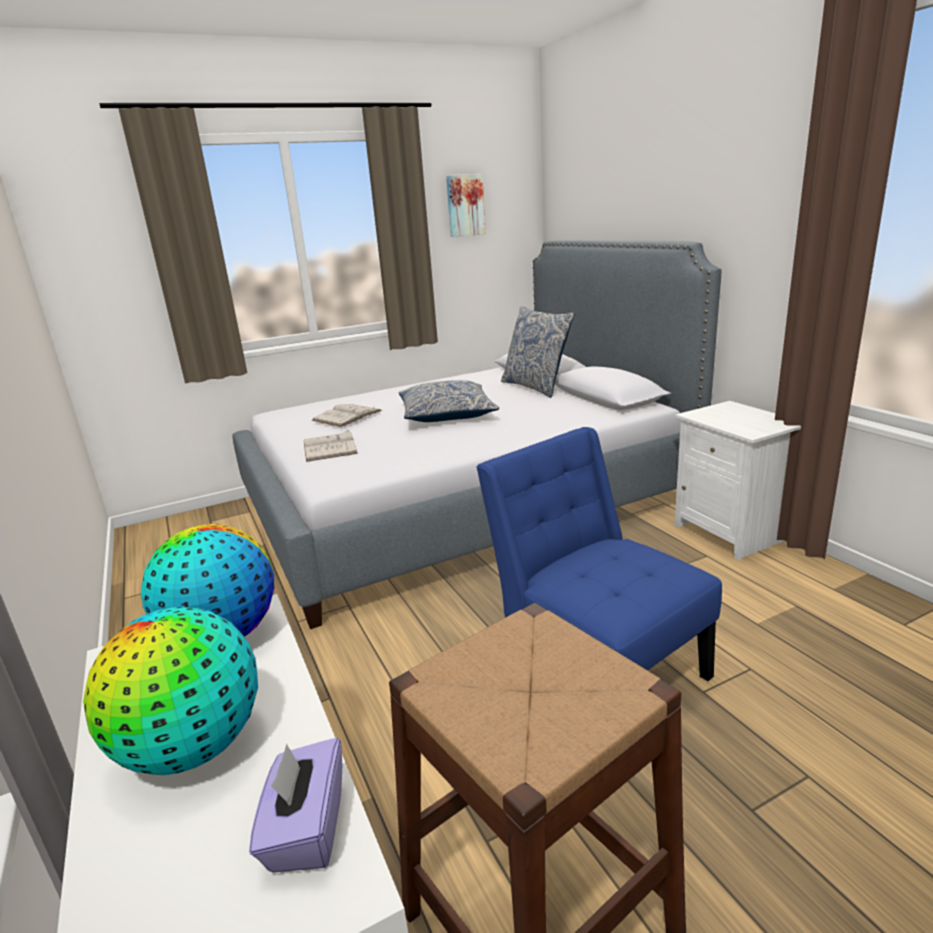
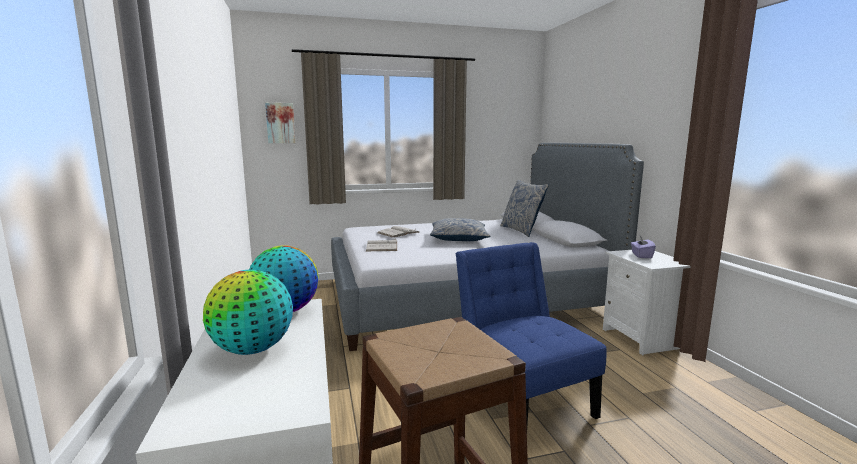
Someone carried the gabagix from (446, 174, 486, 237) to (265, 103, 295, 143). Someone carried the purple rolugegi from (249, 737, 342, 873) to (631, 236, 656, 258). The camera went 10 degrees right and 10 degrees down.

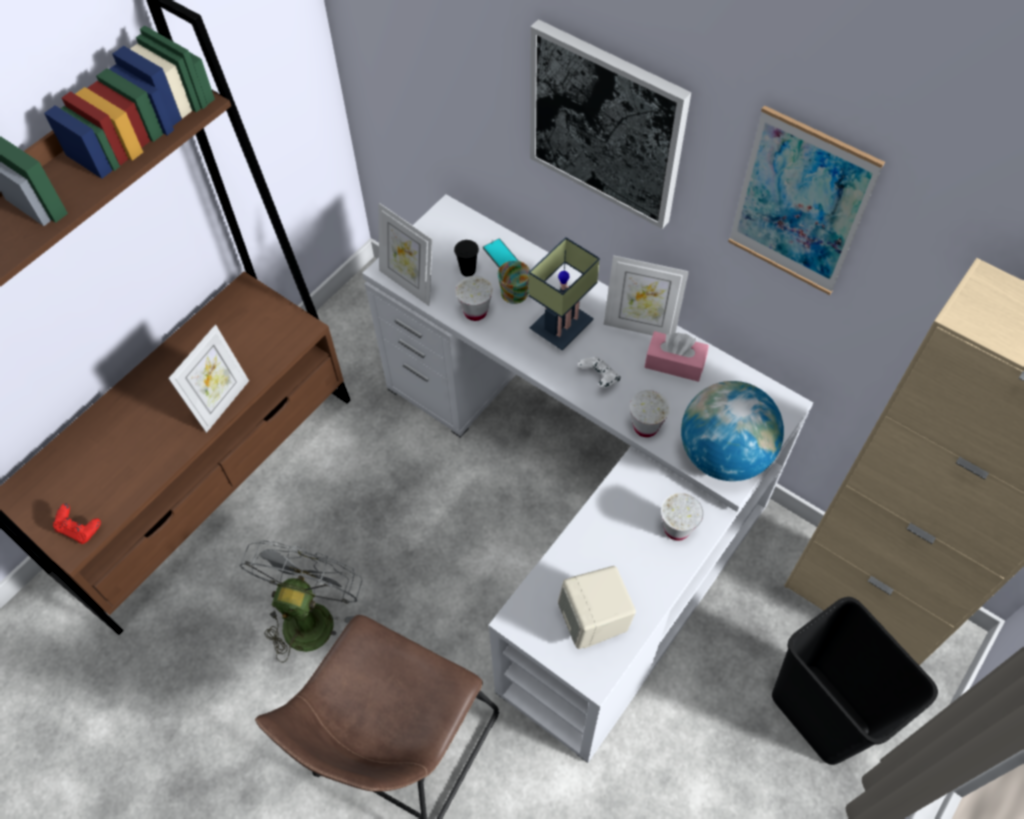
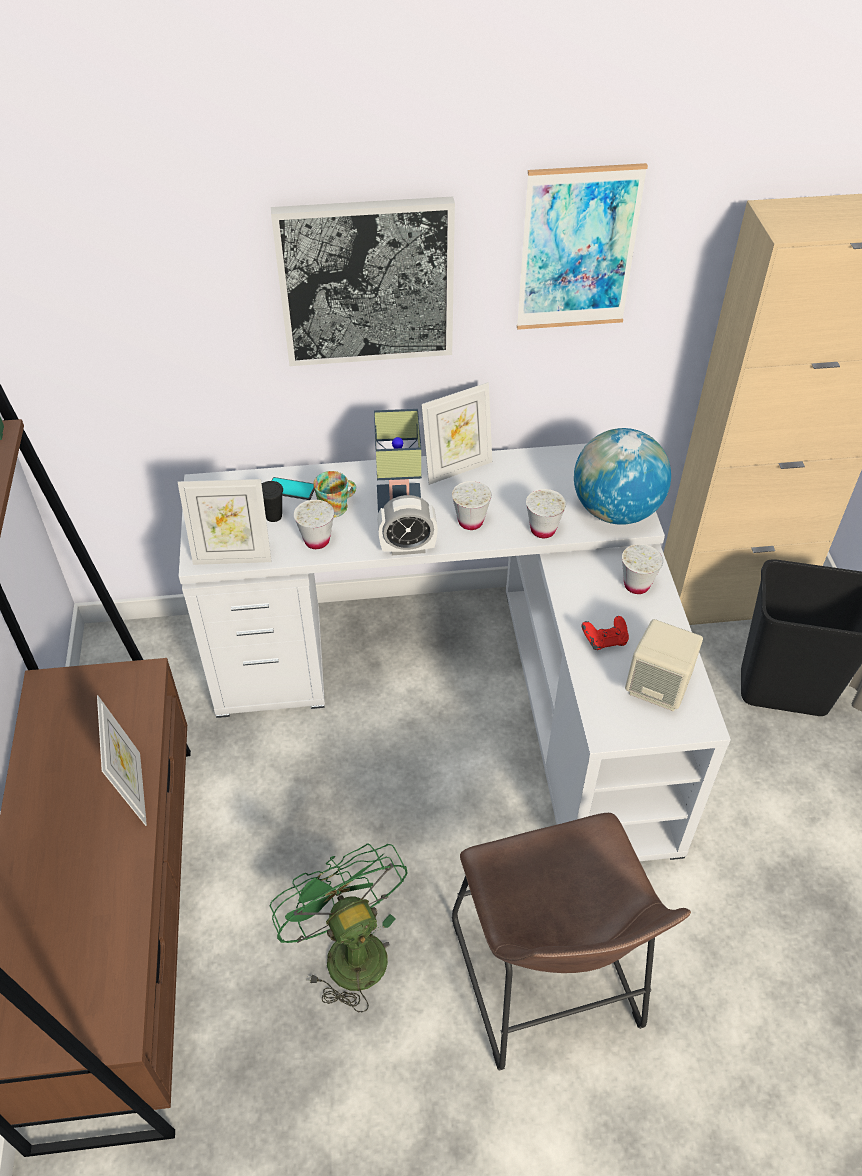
Someone repainted the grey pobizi at (239, 540, 362, 663), which became the green pobizi at (270, 843, 408, 1012). Someone put down the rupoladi at (377, 495, 438, 555). Someone swapped the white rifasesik at (578, 356, 620, 388) for the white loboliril at (452, 481, 492, 530). Someone carried the red rifasesik from (53, 503, 101, 544) to (582, 616, 629, 650). Someone took away the pink rolugegi at (645, 331, 709, 382). The camera went 45 degrees left and 10 degrees down.

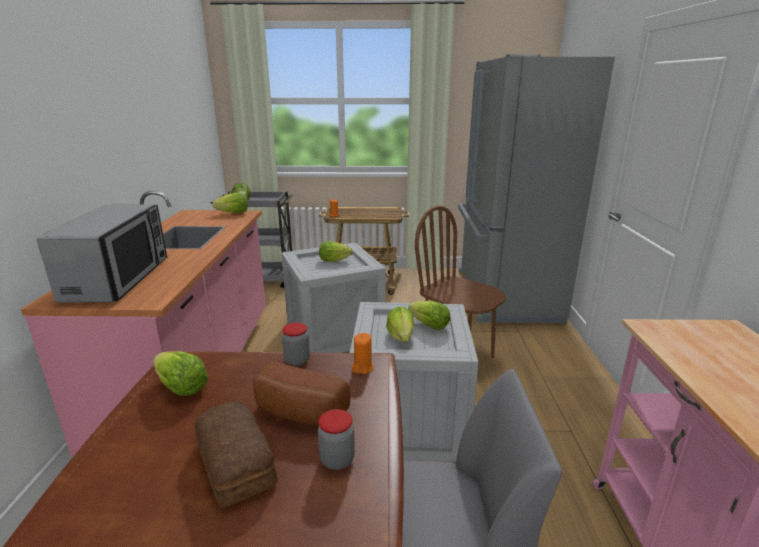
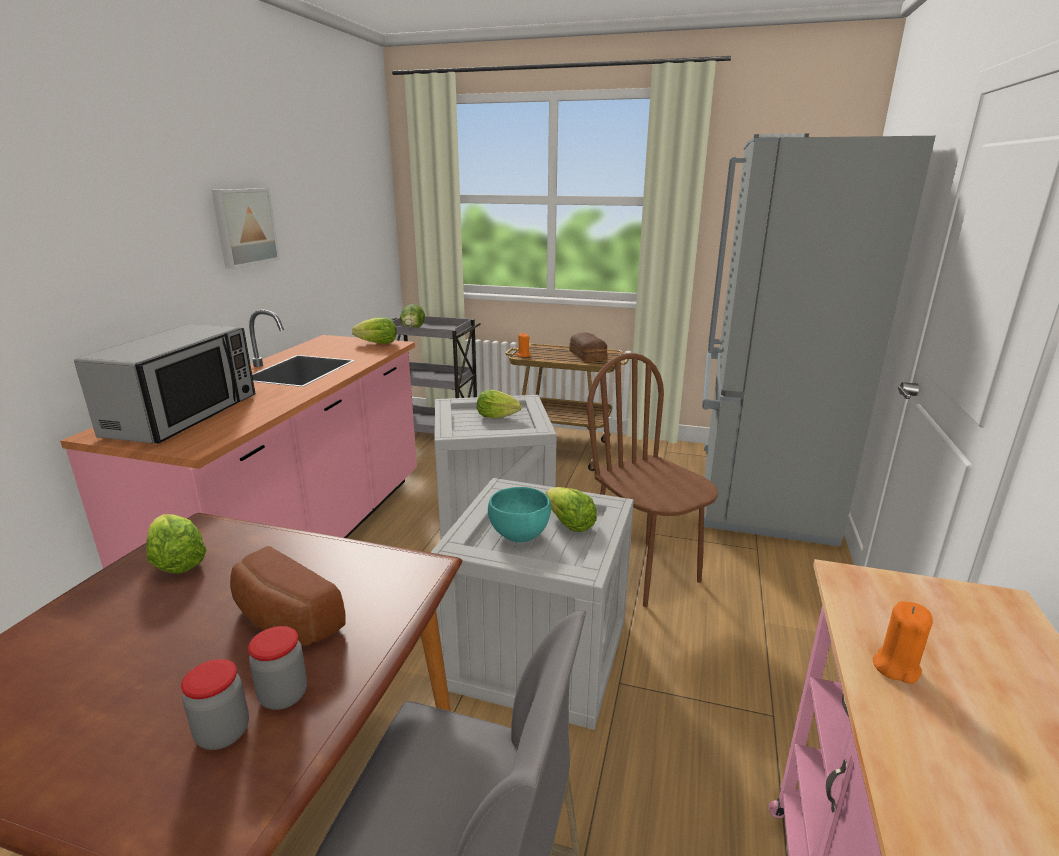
Someone carried the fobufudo from (282, 323, 310, 366) to (181, 659, 249, 750). Someone put up the gabagix at (211, 188, 280, 269). Someone swapped the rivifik at (386, 307, 414, 342) for the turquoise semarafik at (488, 487, 551, 542). Someone carried the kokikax from (195, 402, 278, 508) to (569, 332, 607, 362). Someone carried the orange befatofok from (352, 333, 374, 374) to (873, 601, 933, 684). The camera went 15 degrees right and 0 degrees up.

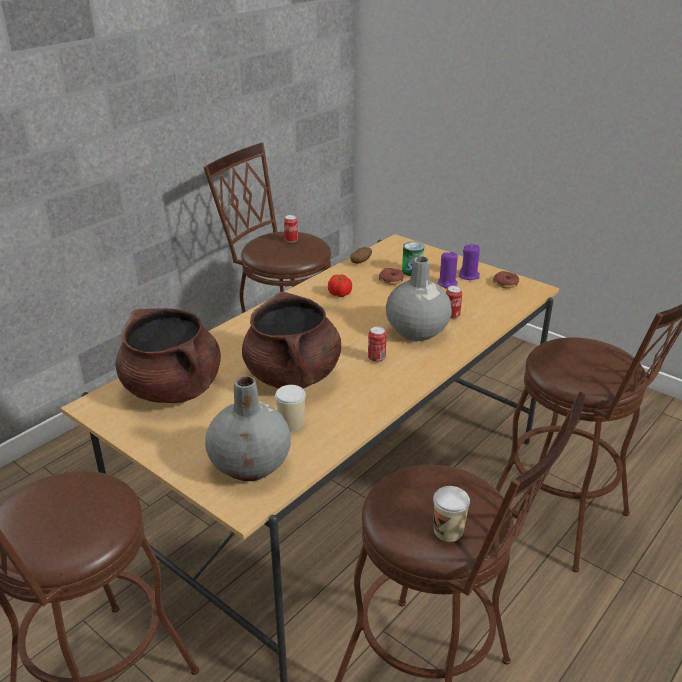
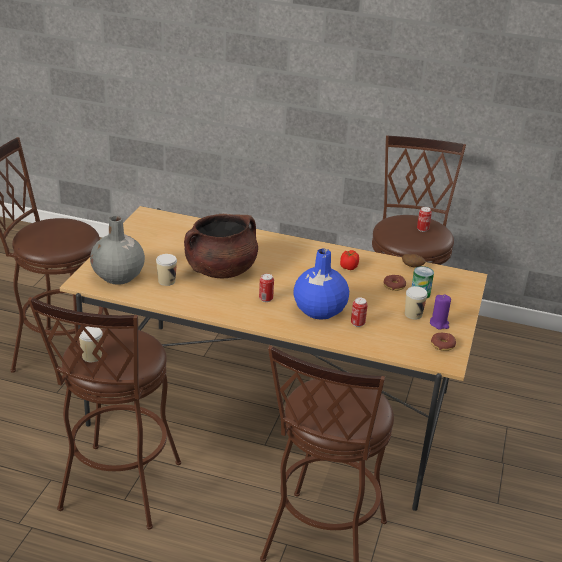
Someone repainted the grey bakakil at (386, 256, 452, 341), which became the blue bakakil at (293, 249, 349, 319). Someone swapped the purple befatofok at (438, 251, 458, 289) for the loboliril at (405, 286, 428, 319). Someone took away the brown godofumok at (116, 308, 221, 403). The camera went 65 degrees right and 0 degrees up.

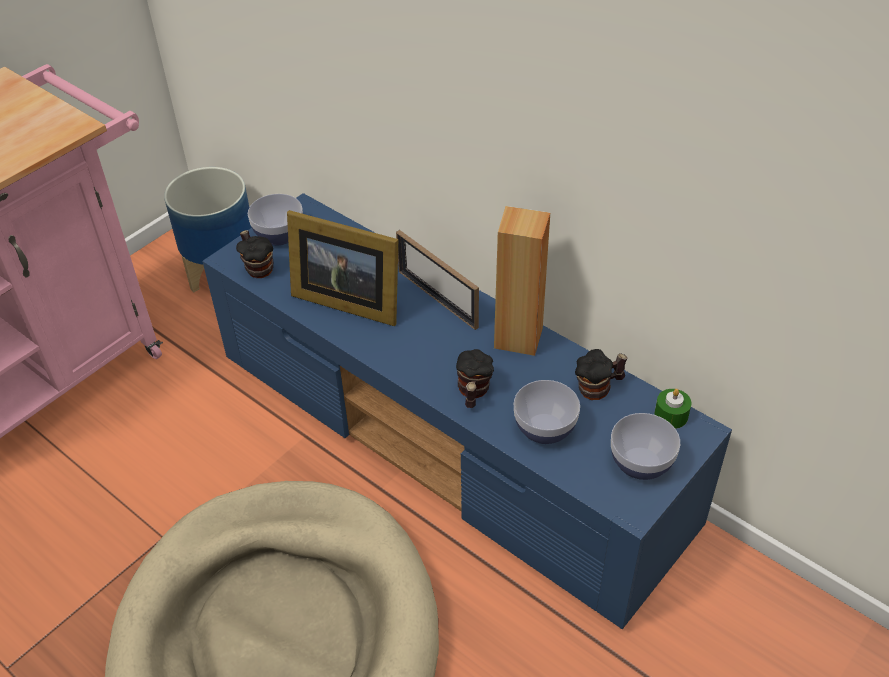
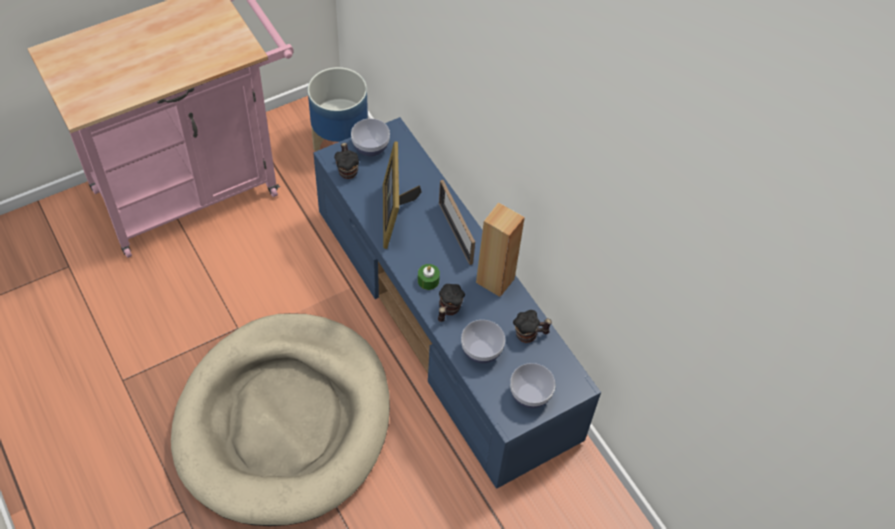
Someone rotated the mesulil at (287, 210, 398, 326) by 45 degrees clockwise. Someone carried the green befatofok from (654, 389, 691, 429) to (418, 264, 440, 290). The camera went 15 degrees right and 10 degrees up.

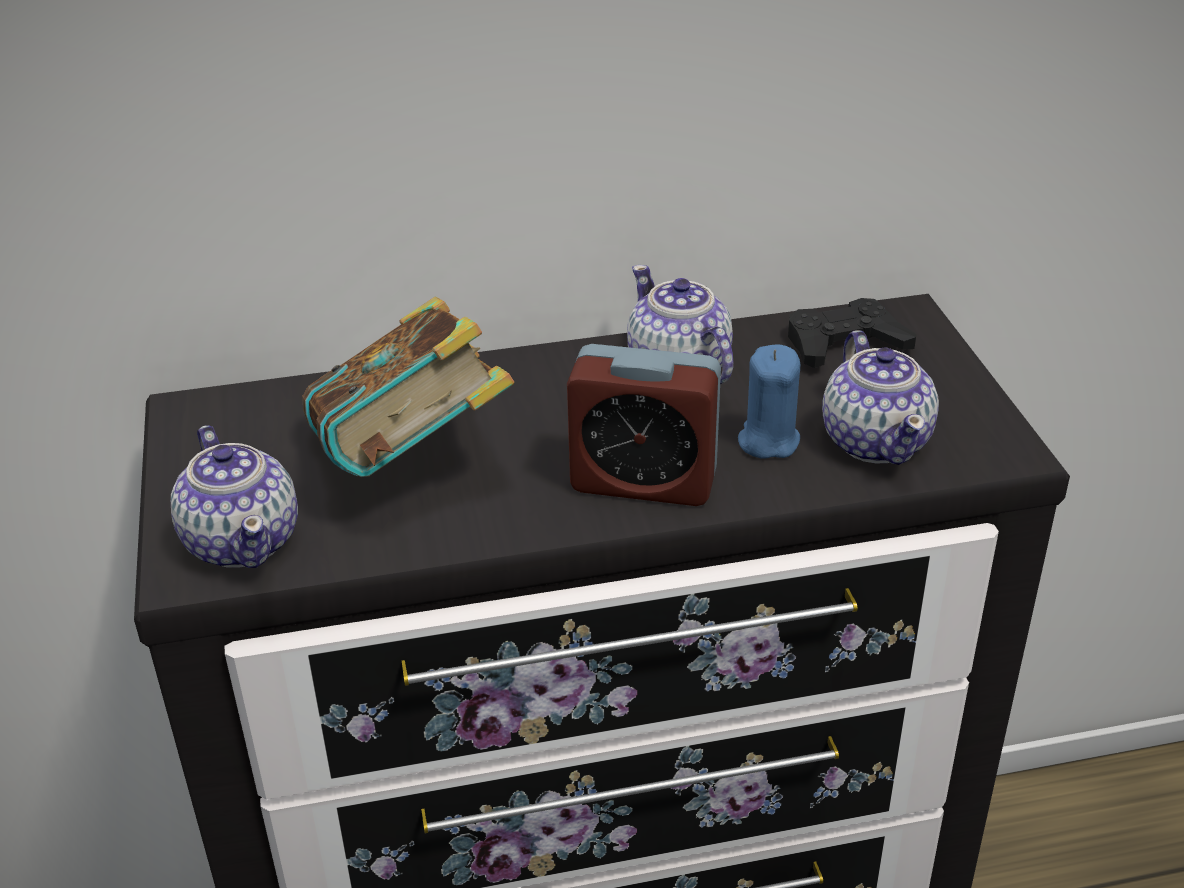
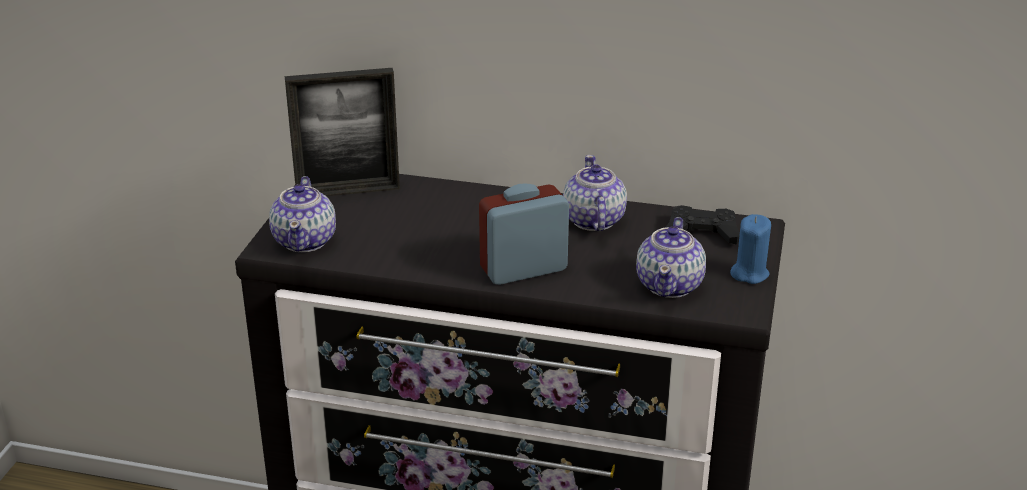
Someone put down the mesulil at (285, 68, 400, 196). Someone rotated the rupoladi at (567, 344, 721, 506) by 120 degrees clockwise. Someone carried the blue befatofok from (738, 344, 800, 458) to (730, 214, 771, 284). Someone took away the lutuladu at (302, 297, 514, 477). The camera went 25 degrees right and 5 degrees down.

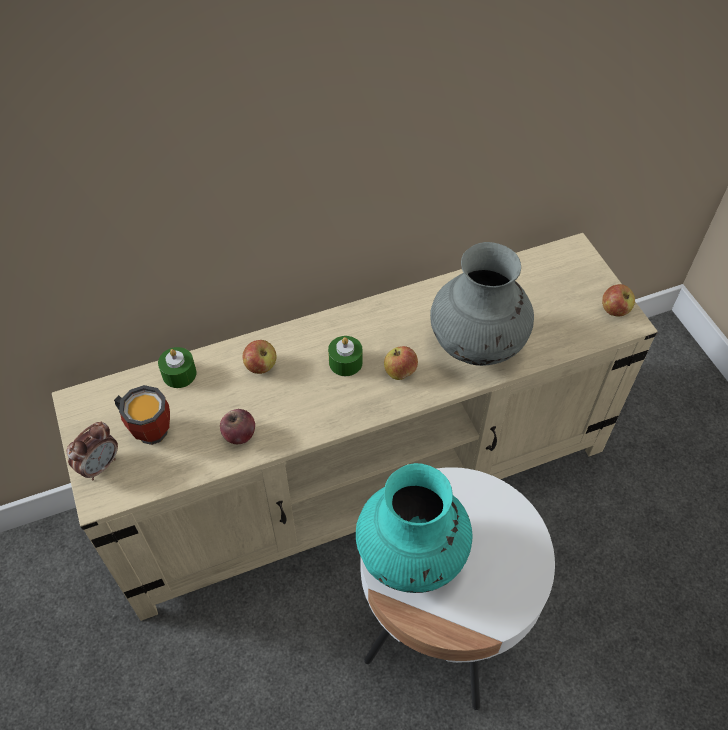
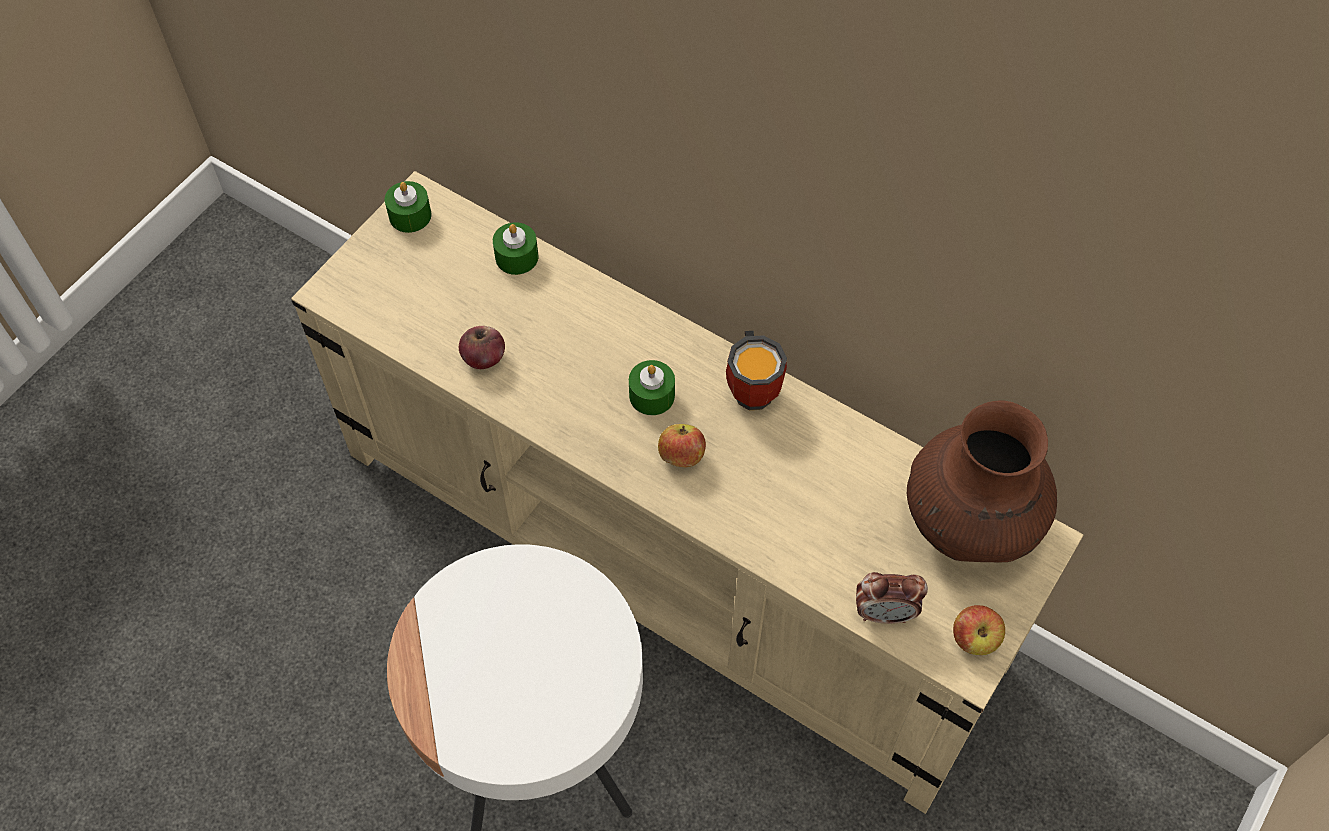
Someone put down the green befatofok at (385, 181, 432, 233). Someone carried the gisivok from (114, 385, 170, 445) to (726, 331, 787, 410). Someone carried the rupoladi from (67, 422, 118, 481) to (856, 572, 928, 624). Someone put down the brown bakakil at (907, 401, 1057, 562). Someone took away the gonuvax at (242, 340, 277, 374). Someone took away the turquoise bakakil at (356, 463, 472, 593). Someone took away the grey bakakil at (430, 242, 534, 366). The camera went 55 degrees right and 5 degrees up.

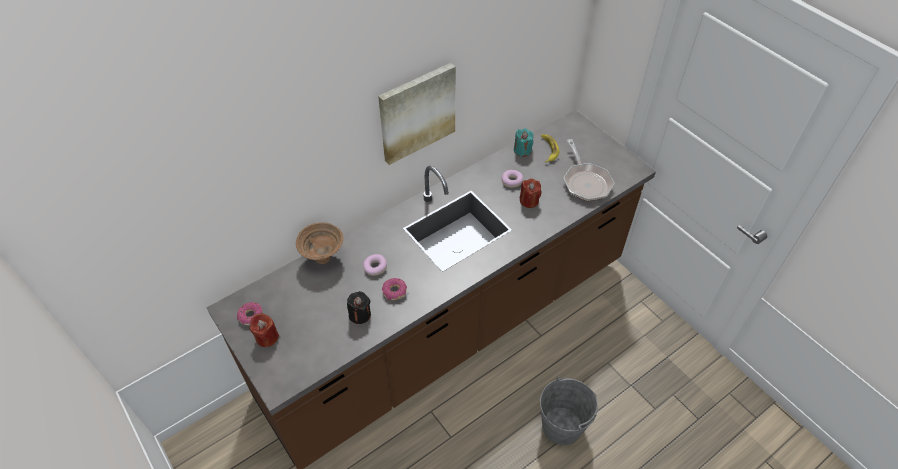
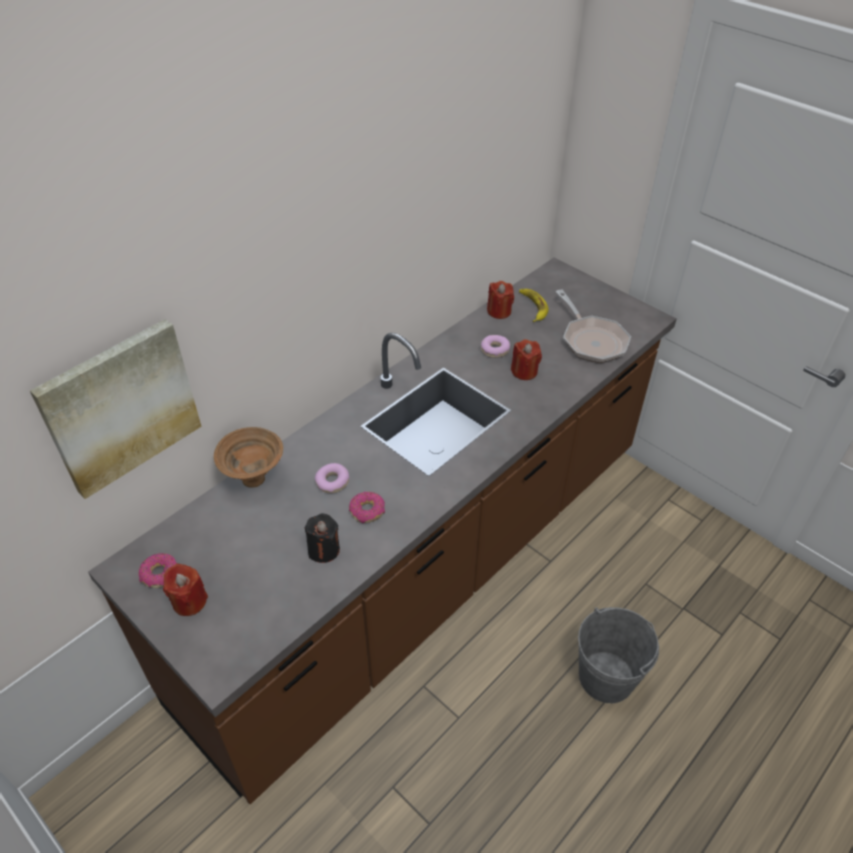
Someone carried the gabagix from (378, 63, 456, 165) to (30, 319, 202, 499). Someone repainted the turquoise befatofok at (514, 128, 533, 157), which became the red befatofok at (487, 281, 514, 319). The camera went 10 degrees left and 5 degrees down.

